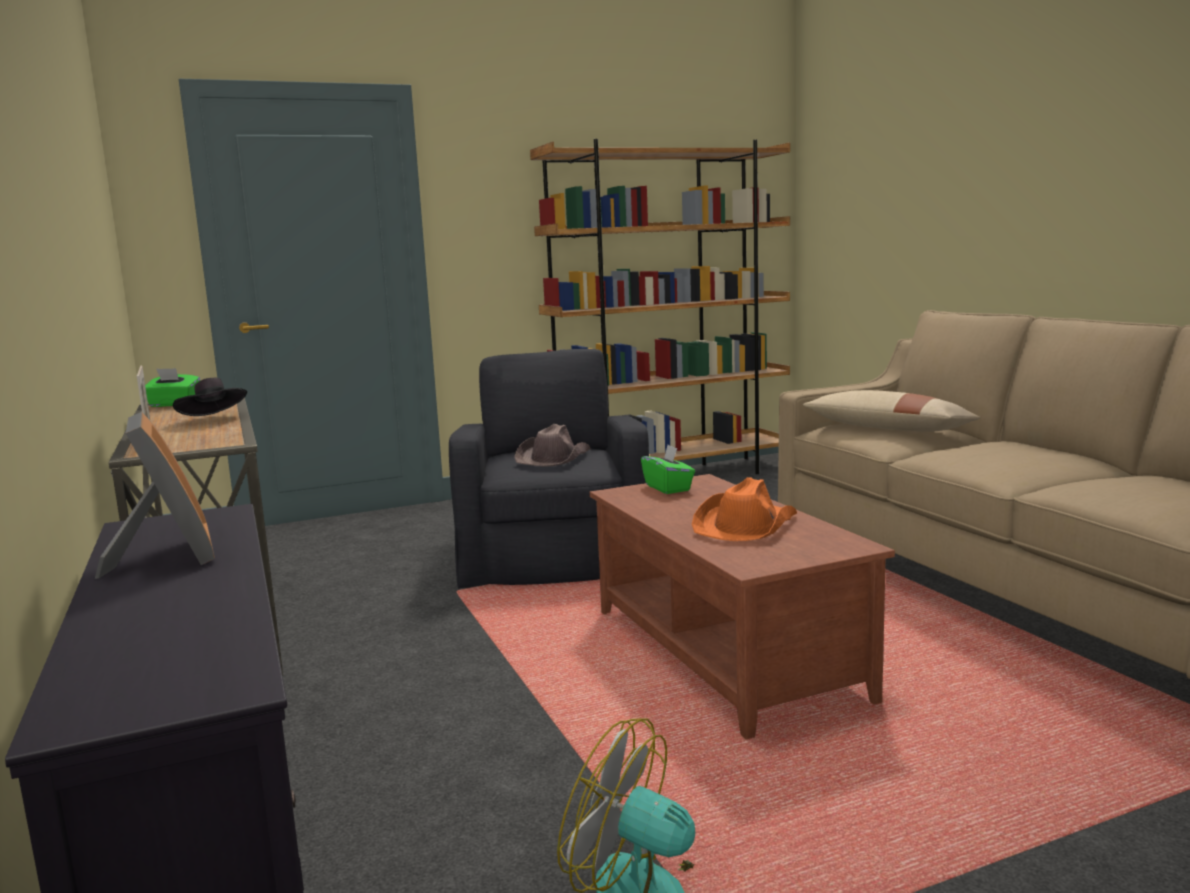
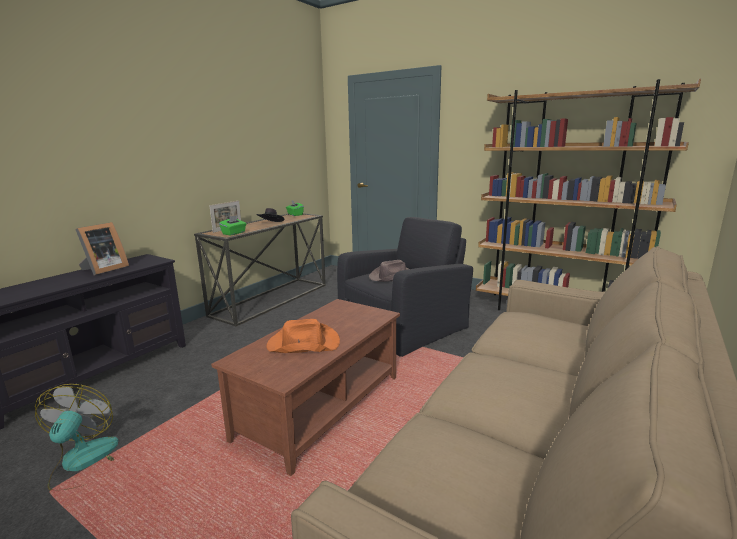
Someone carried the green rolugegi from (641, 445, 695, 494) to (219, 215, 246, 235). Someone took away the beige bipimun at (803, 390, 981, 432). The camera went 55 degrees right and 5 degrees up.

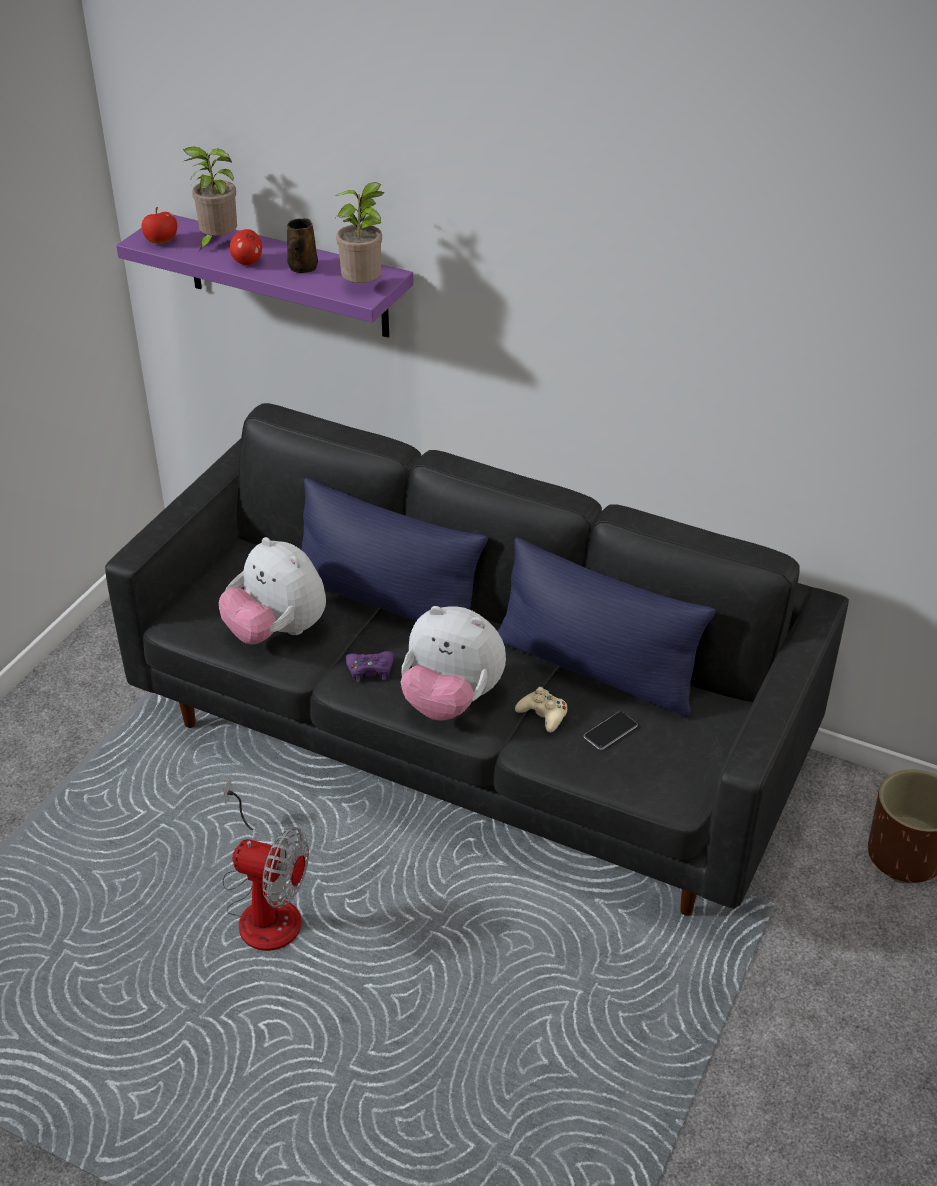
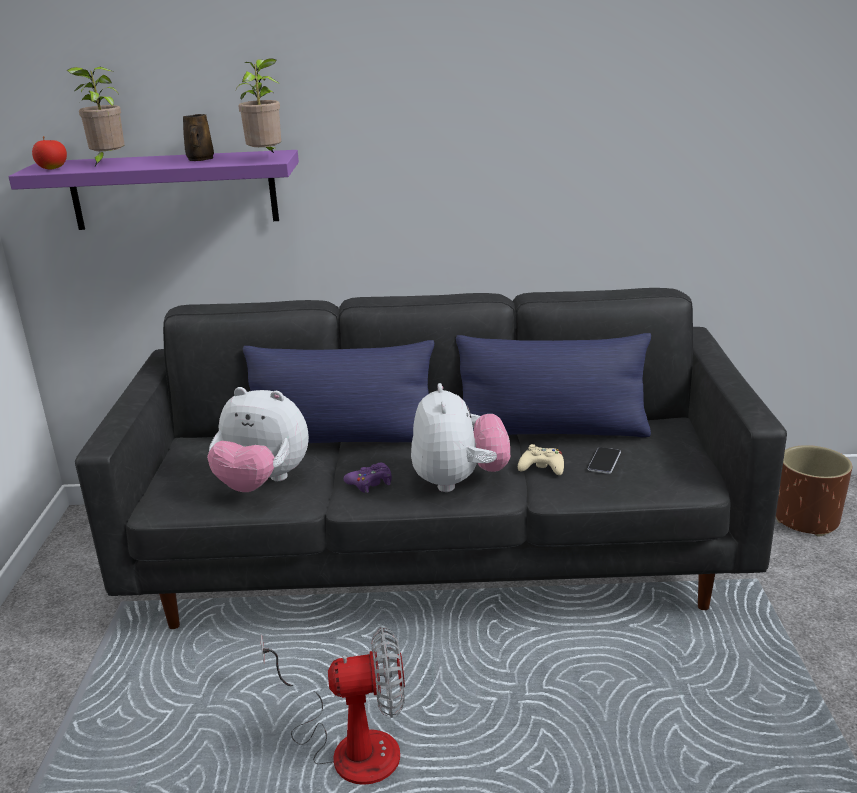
Someone rotated the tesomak at (401, 606, 506, 720) by 90 degrees counterclockwise. Someone took away the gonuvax at (230, 229, 262, 265). The camera went 25 degrees left and 15 degrees down.

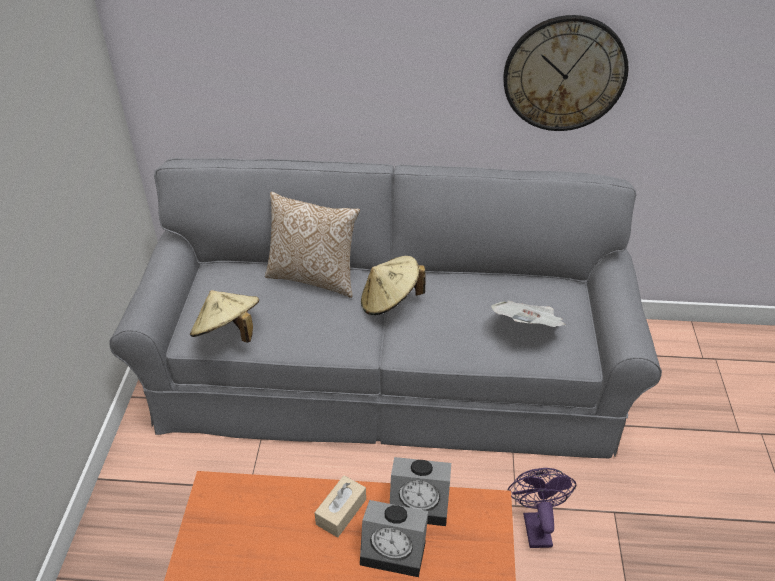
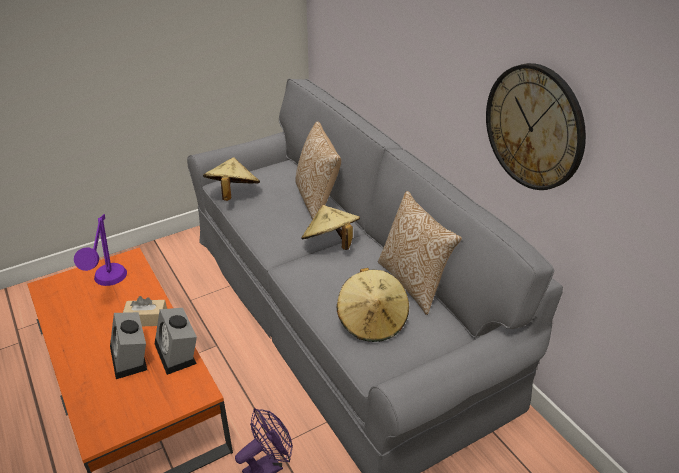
Someone put down the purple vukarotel at (74, 214, 127, 286). Someone swapped the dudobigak at (491, 301, 566, 327) for the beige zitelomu at (337, 268, 409, 342). Someone put down the bipimun at (378, 191, 462, 315). The camera went 55 degrees right and 5 degrees down.

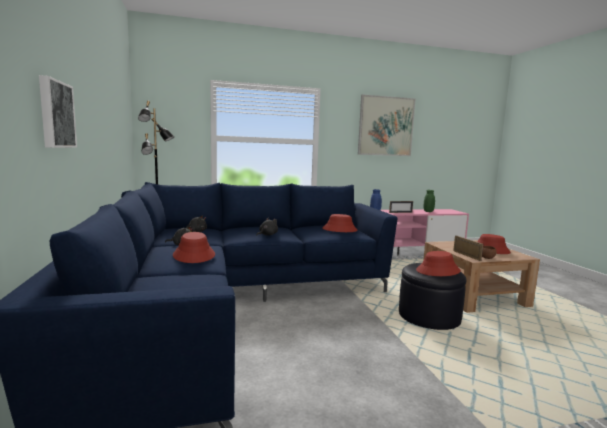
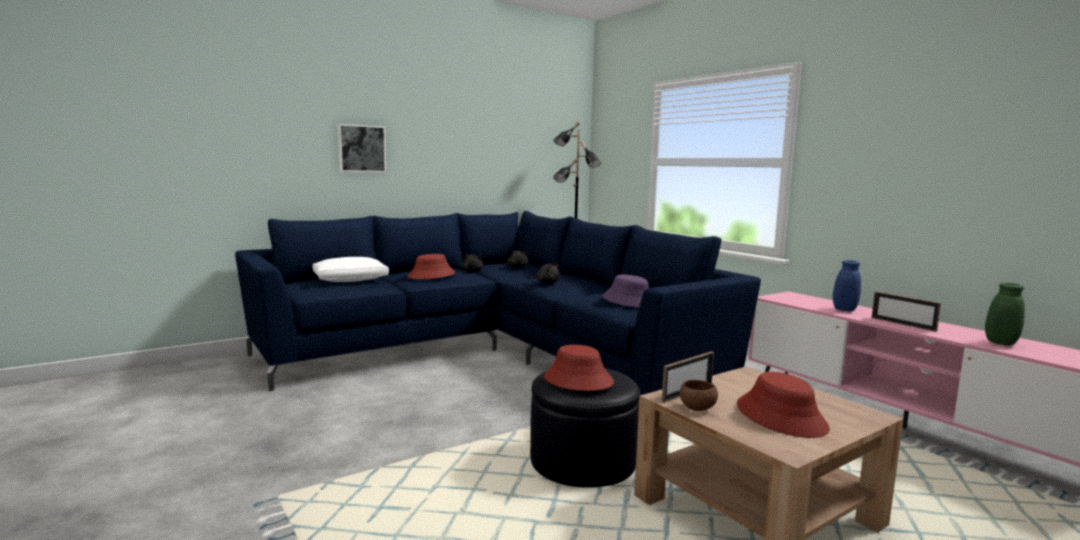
Someone put down the white bipimun at (312, 257, 389, 282). Someone repainted the red zitelomu at (322, 214, 358, 232), which became the purple zitelomu at (602, 275, 649, 307). Someone took away the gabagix at (358, 94, 415, 156). The camera went 70 degrees right and 0 degrees up.

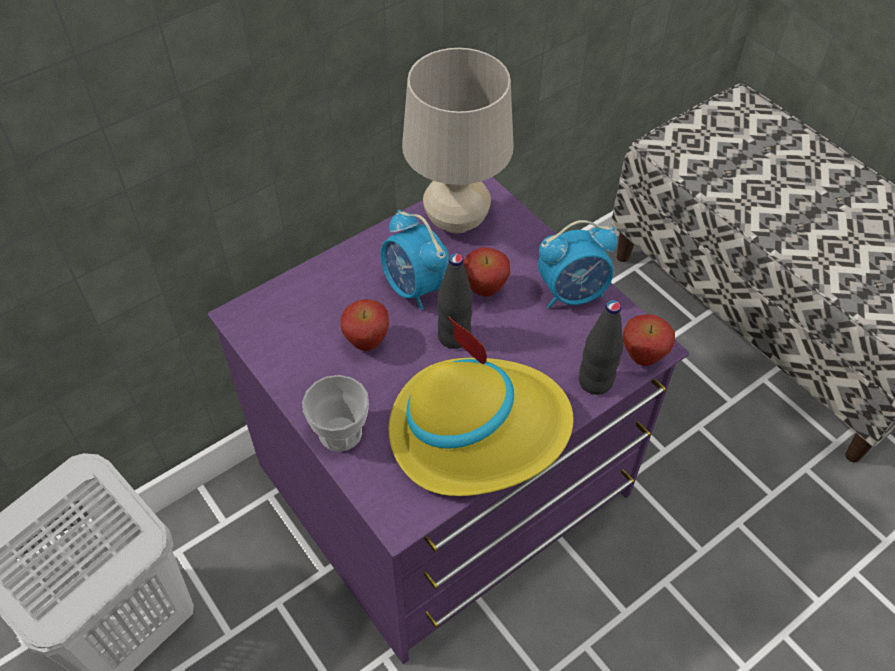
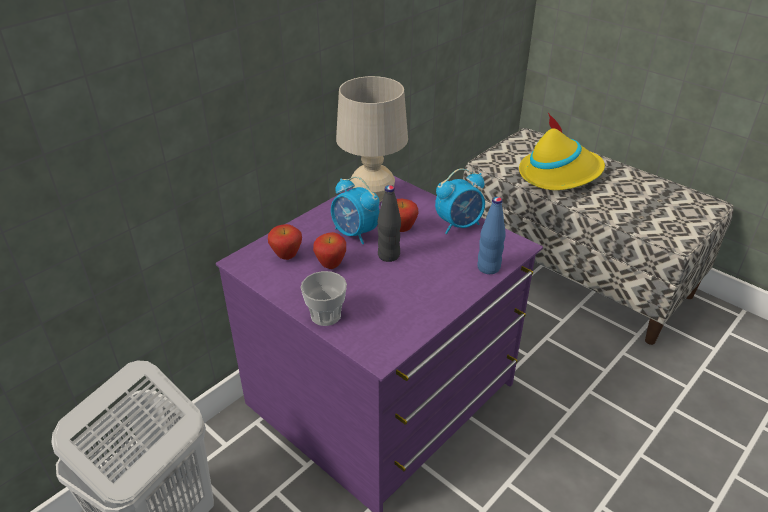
Someone carried the gonuvax from (623, 314, 675, 366) to (268, 224, 302, 260). Someone repainted the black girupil at (579, 300, 623, 395), which became the blue girupil at (477, 197, 506, 274). Someone carried the yellow zitelomu from (388, 317, 574, 496) to (519, 113, 605, 190). The camera went 10 degrees left and 15 degrees down.

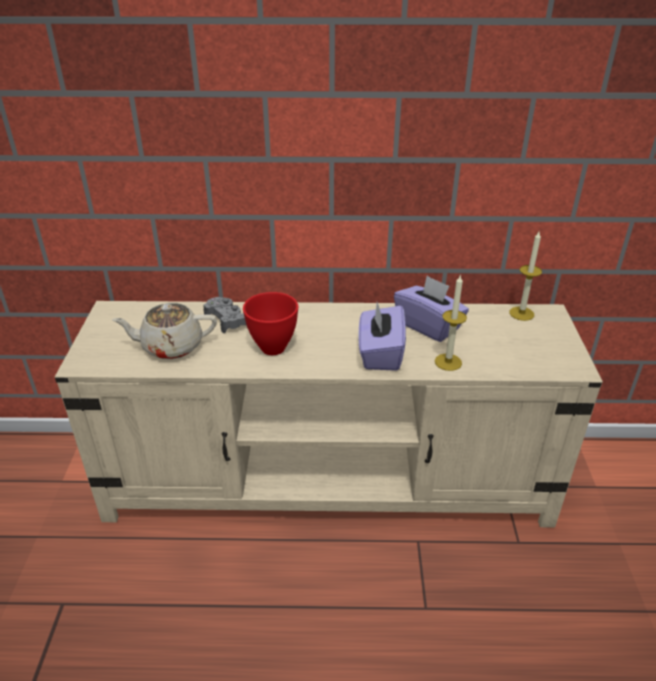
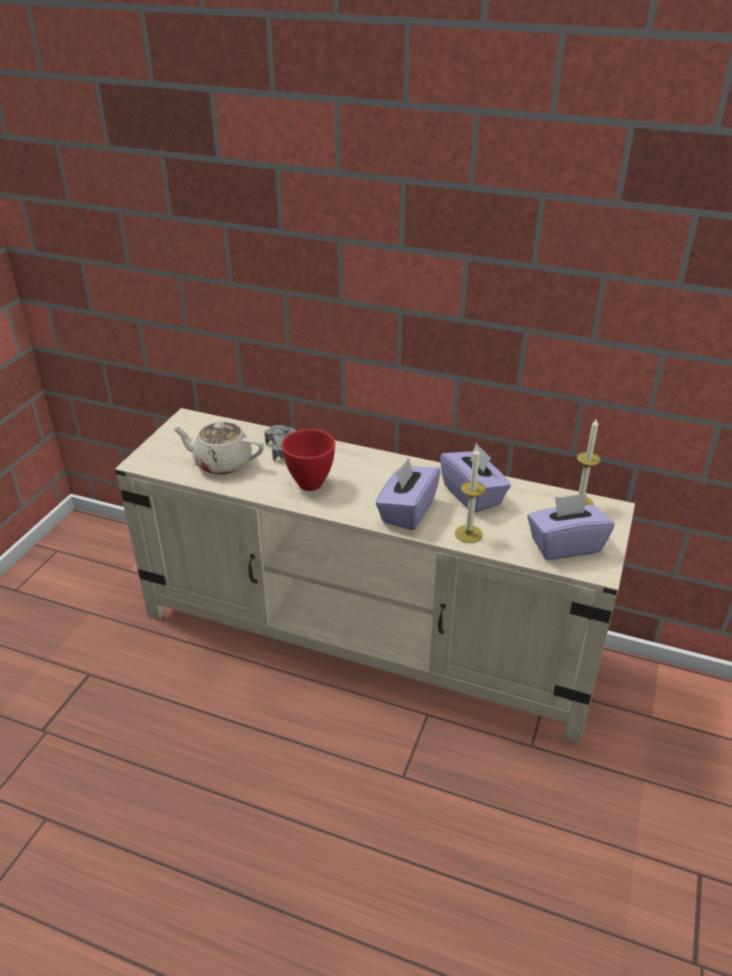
Someone put down the purple rolugegi at (527, 494, 614, 560). The camera went 20 degrees right and 0 degrees up.

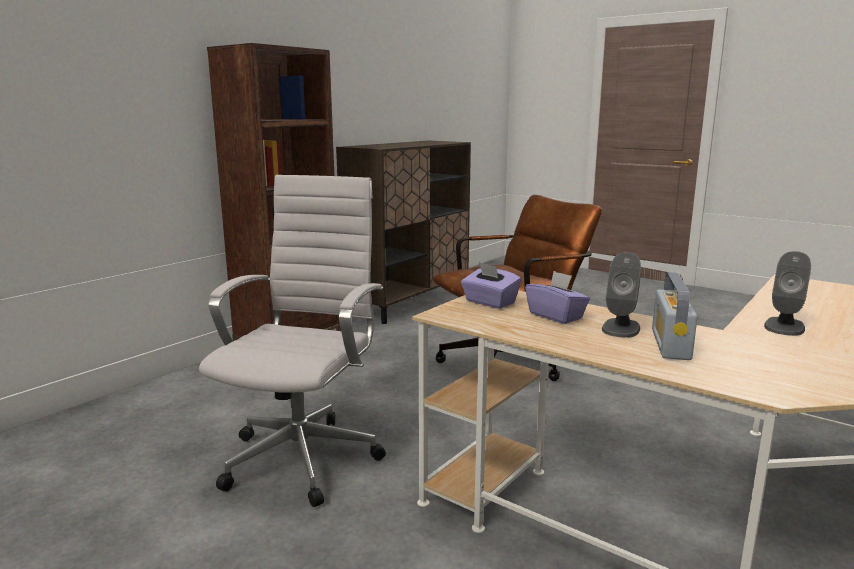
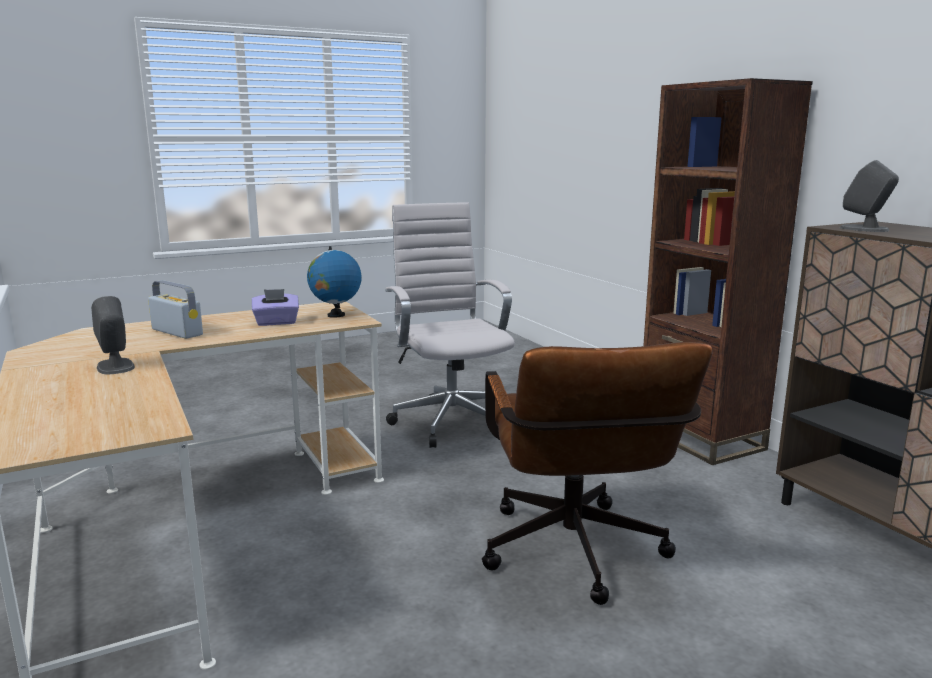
Someone swapped the purple rolugegi at (461, 262, 521, 309) for the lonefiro at (307, 246, 362, 318). Someone rotated the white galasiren at (199, 175, 386, 507) by 150 degrees counterclockwise. Someone carried the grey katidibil from (602, 252, 641, 338) to (840, 160, 899, 232). The camera went 115 degrees right and 0 degrees up.

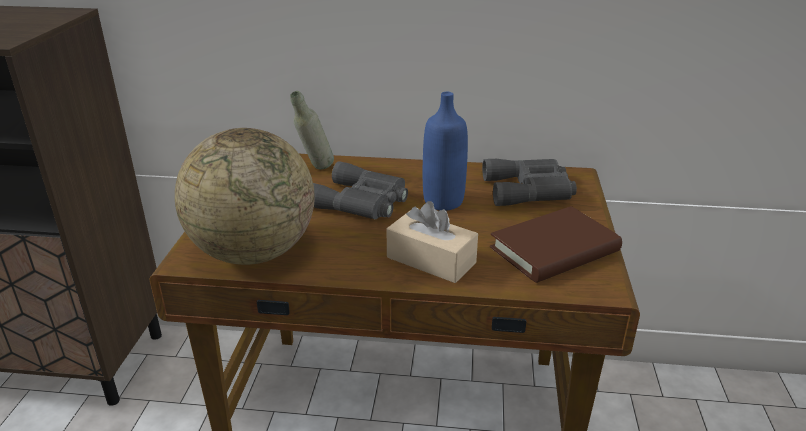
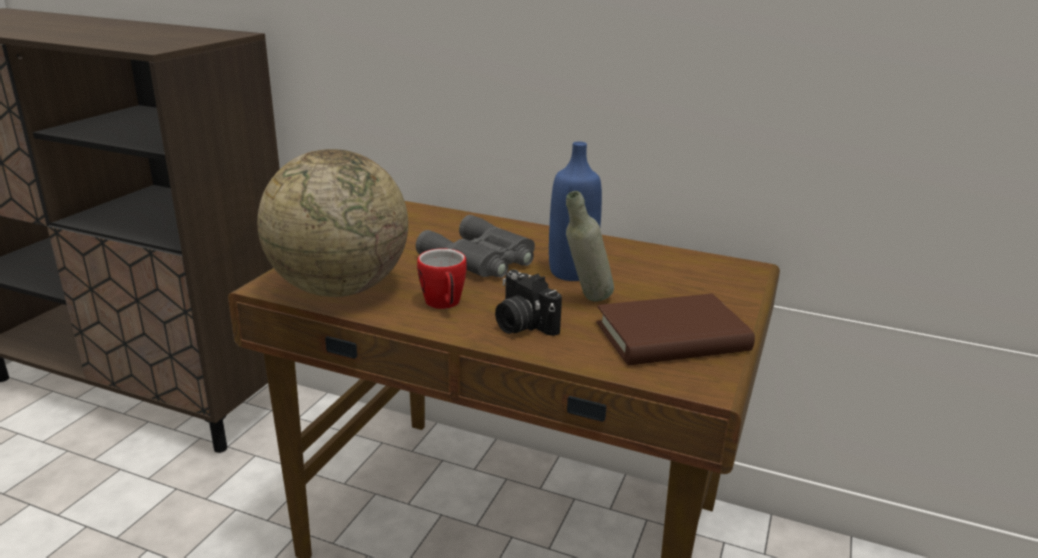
Someone put down the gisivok at (417, 248, 467, 309). Someone swapped the beige rolugegi at (386, 201, 478, 283) for the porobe at (495, 270, 562, 336). Someone carried the grey girupil from (290, 91, 334, 170) to (566, 191, 614, 301). Someone took away the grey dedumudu at (482, 159, 577, 206). The camera went 15 degrees right and 5 degrees down.

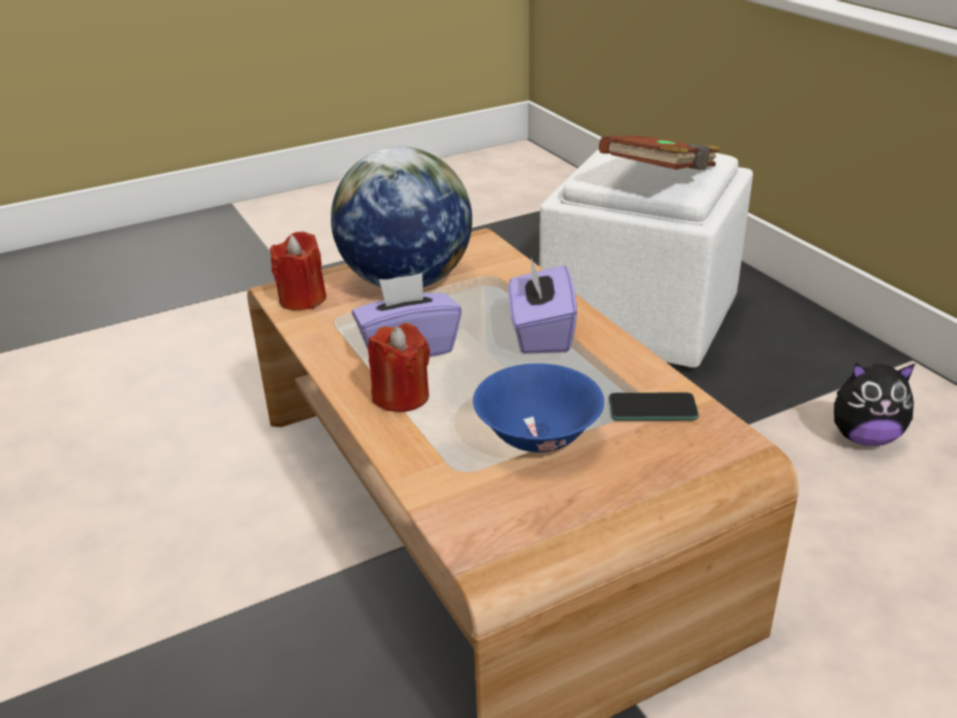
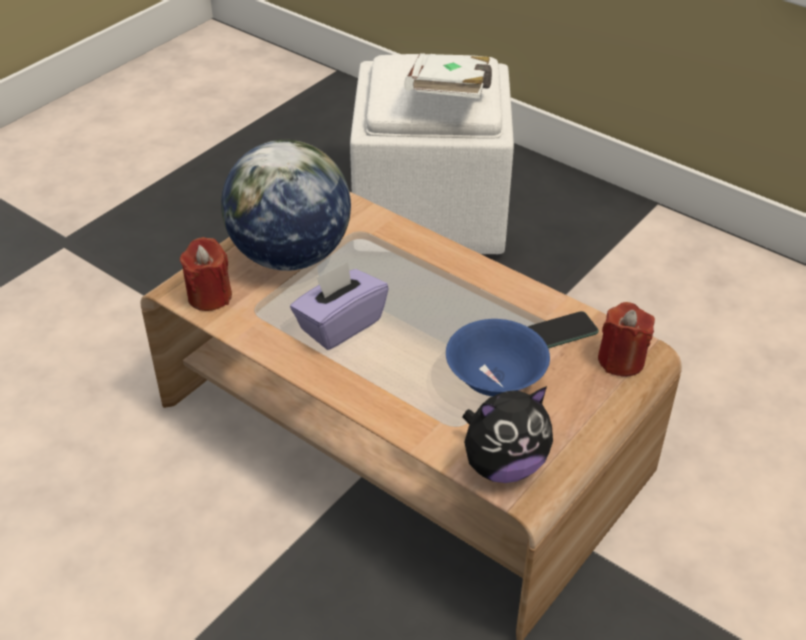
Someone repainted the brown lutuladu at (599, 136, 721, 170), which became the white lutuladu at (404, 53, 492, 99). Someone carried the tesomak from (834, 363, 915, 446) to (463, 386, 553, 483). Someone carried the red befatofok from (368, 323, 430, 412) to (598, 302, 655, 377). Someone took away the purple rolugegi at (508, 257, 577, 354). The camera went 25 degrees left and 10 degrees up.

